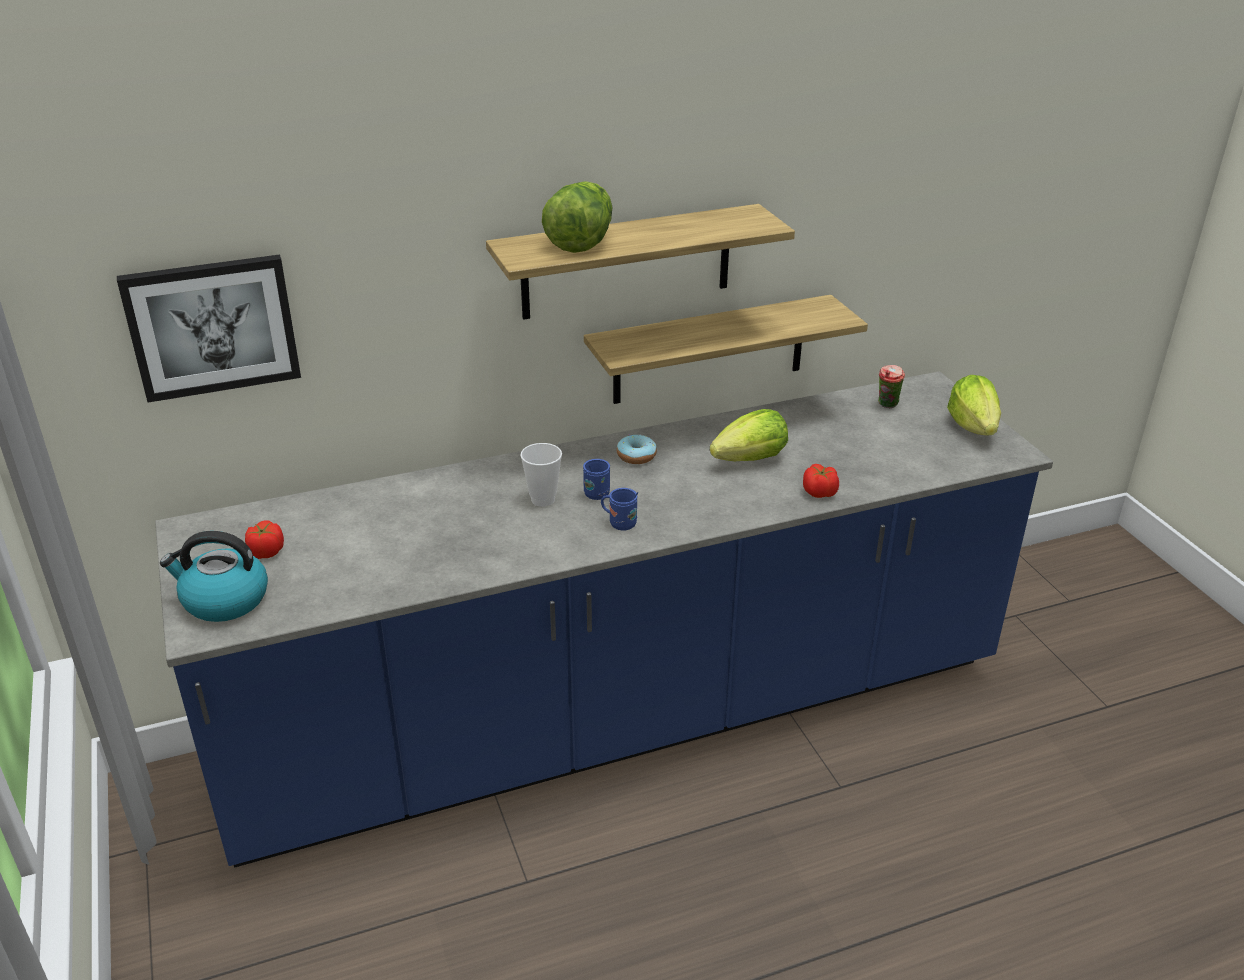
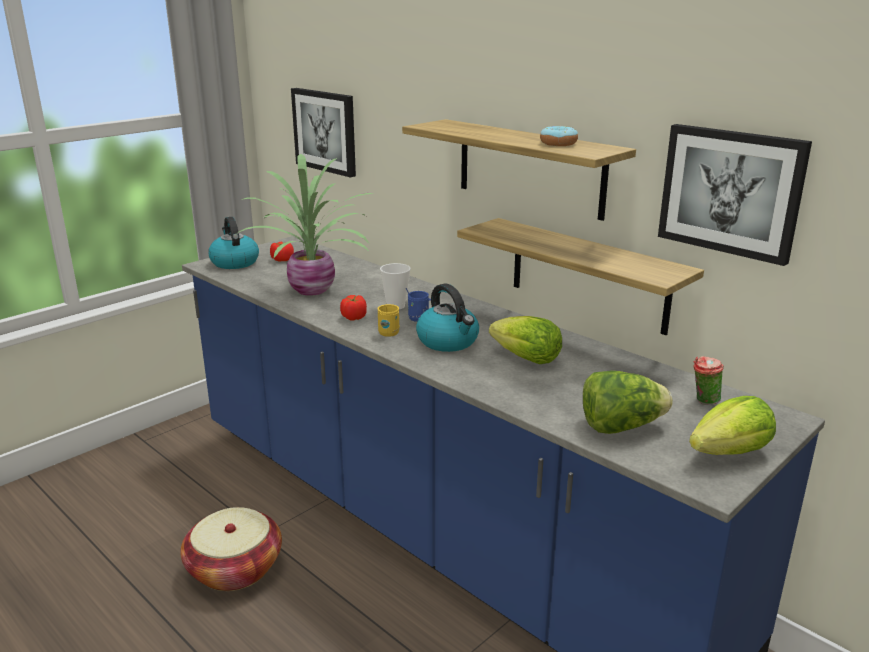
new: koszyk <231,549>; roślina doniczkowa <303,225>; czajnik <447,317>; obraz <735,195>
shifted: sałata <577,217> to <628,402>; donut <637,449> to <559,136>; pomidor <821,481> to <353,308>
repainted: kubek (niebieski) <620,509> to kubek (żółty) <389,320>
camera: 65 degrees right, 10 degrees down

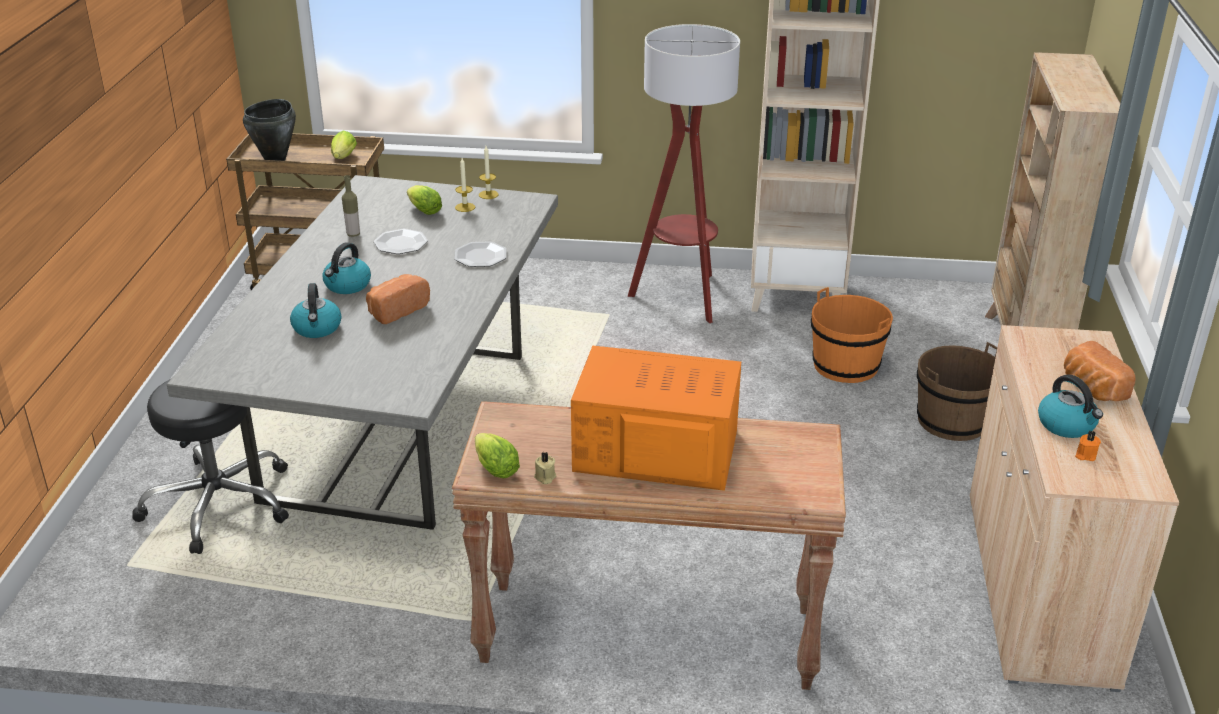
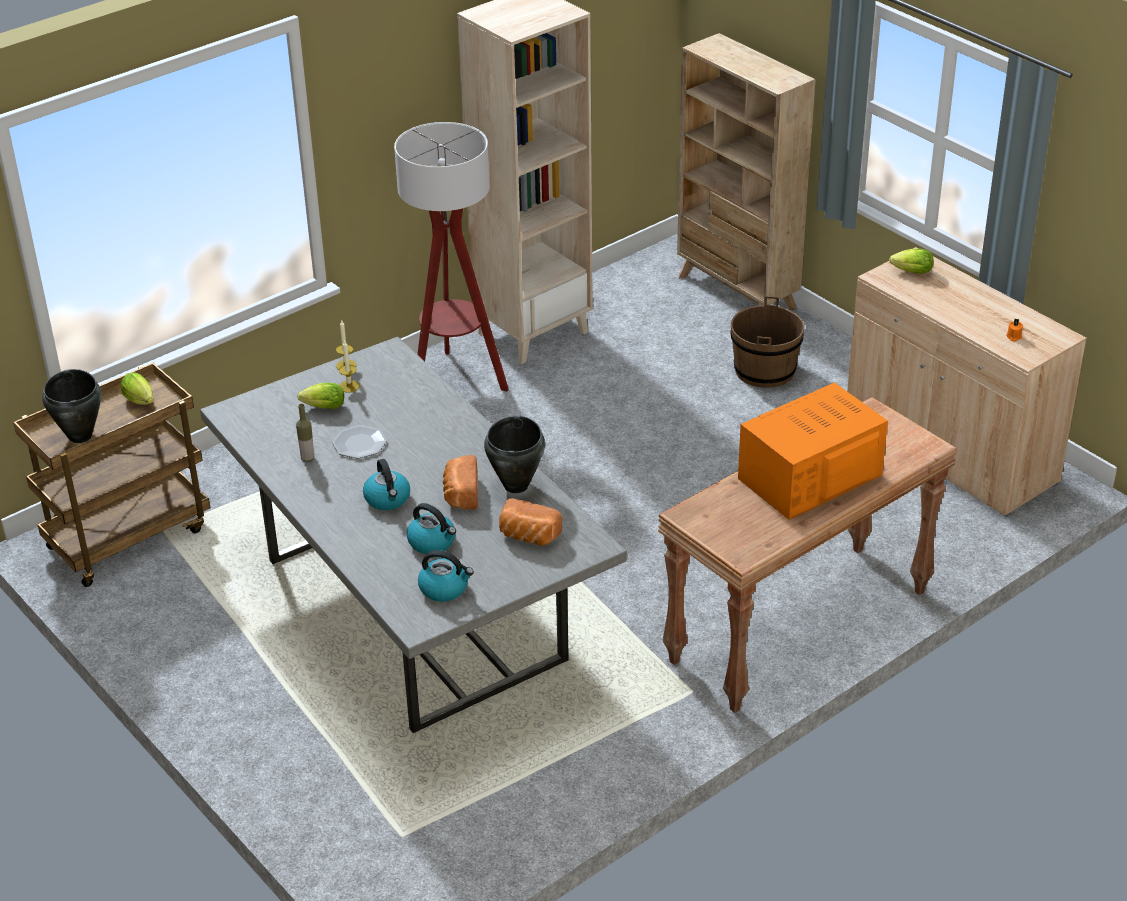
gone: stołek (czarny) <210,466>; talerz <480,254>; świeca (beżowy) <545,468>; wiadro (pomarańczowy) <852,335>
new: garnek (czarny) <514,454>
shifted: sałata <497,455> to <911,261>; czajnik <1070,406> to <446,576>; chleb <1100,371> to <531,522>
camera: 45 degrees left, 5 degrees up

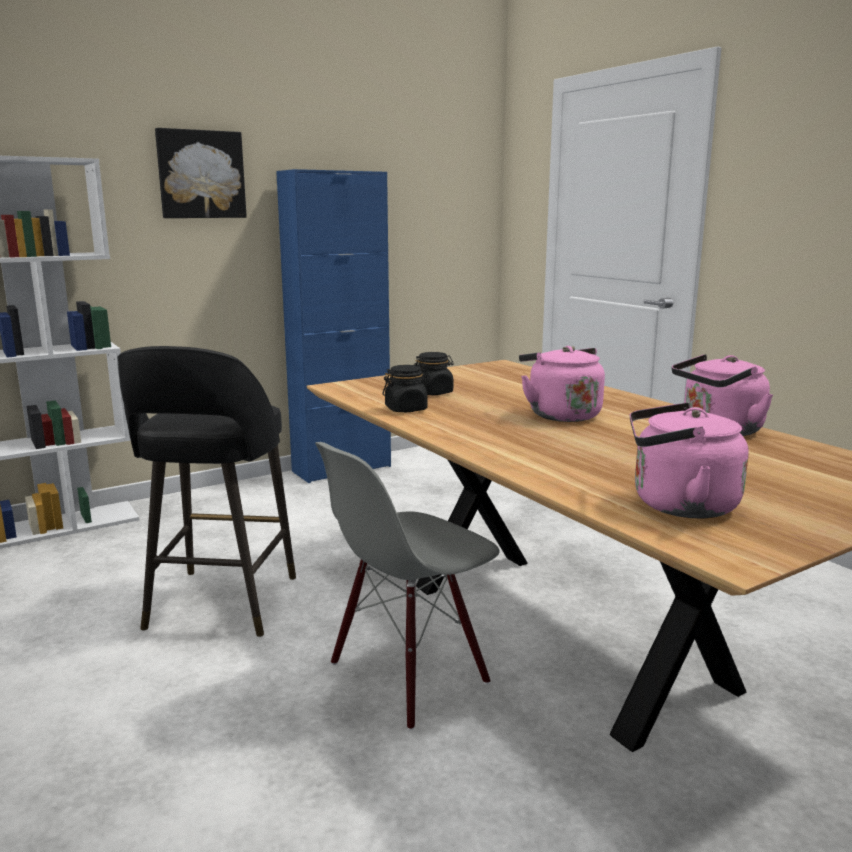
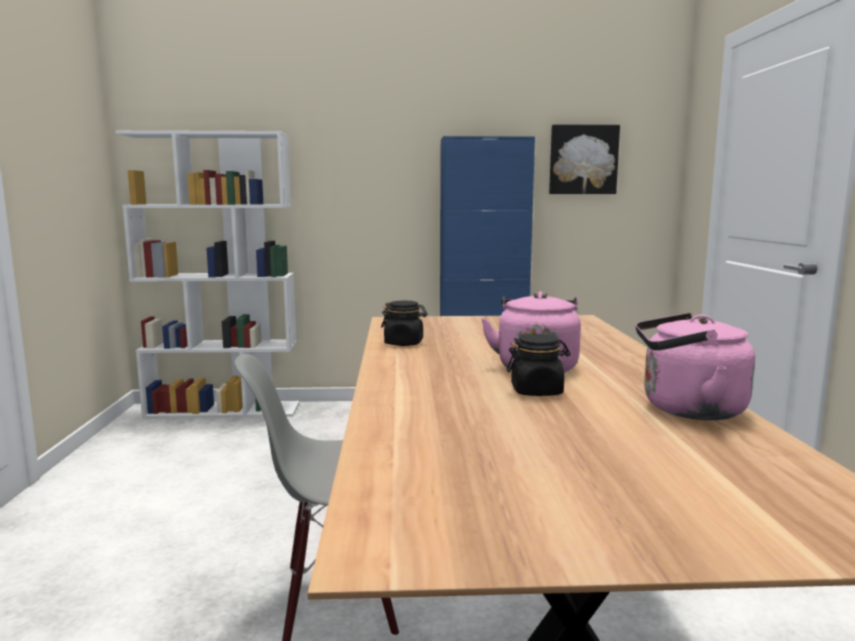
gone: stołek (czarny) <206,491>; czajnik (różowy) <689,461>
shifted: obraz <201,173> to <584,159>; słoik (czarny) <434,373> to <538,365>
camera: 30 degrees right, 5 degrees down

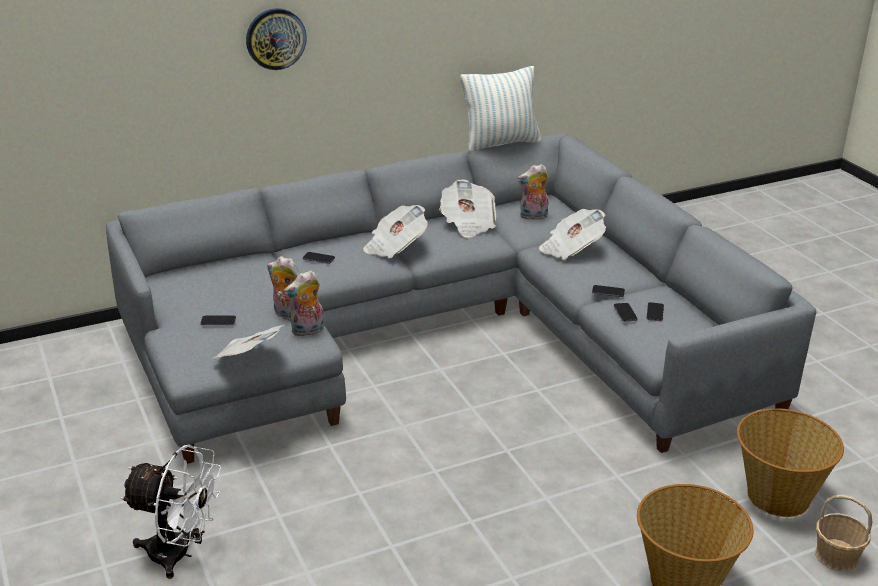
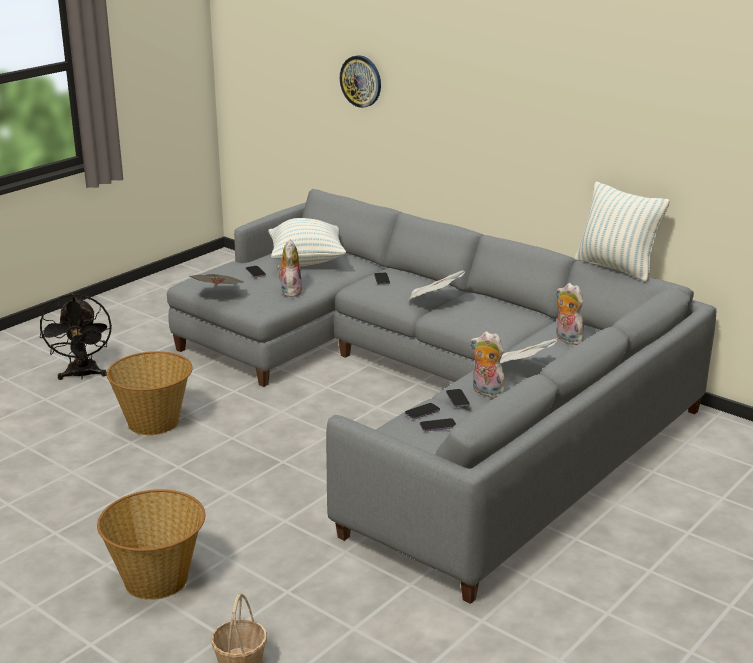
gone: gazeta <468,208>
new: poduszka <307,242>
shifted: zegar ścienny <276,39> to <360,81>; pluszak <304,303> to <487,365>; koszyk <790,462> to <149,393>
repainted: wentylator (biały) <171,512> to wentylator (czarny) <76,337>
camera: 65 degrees right, 5 degrees down

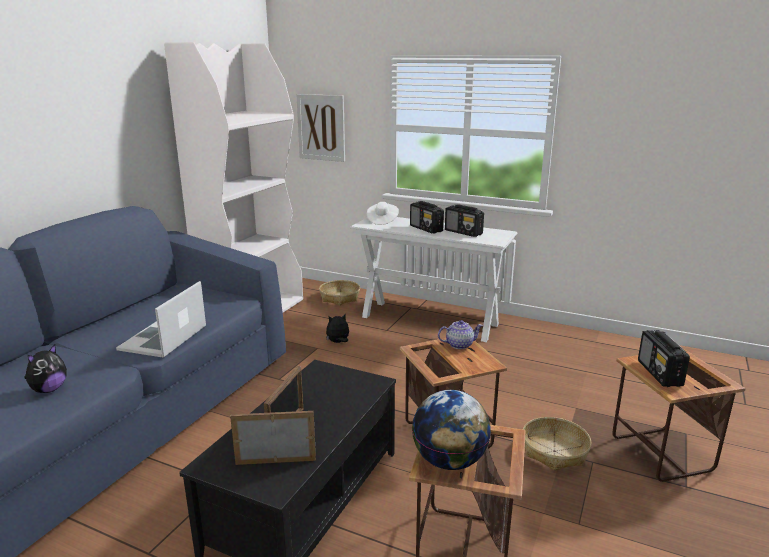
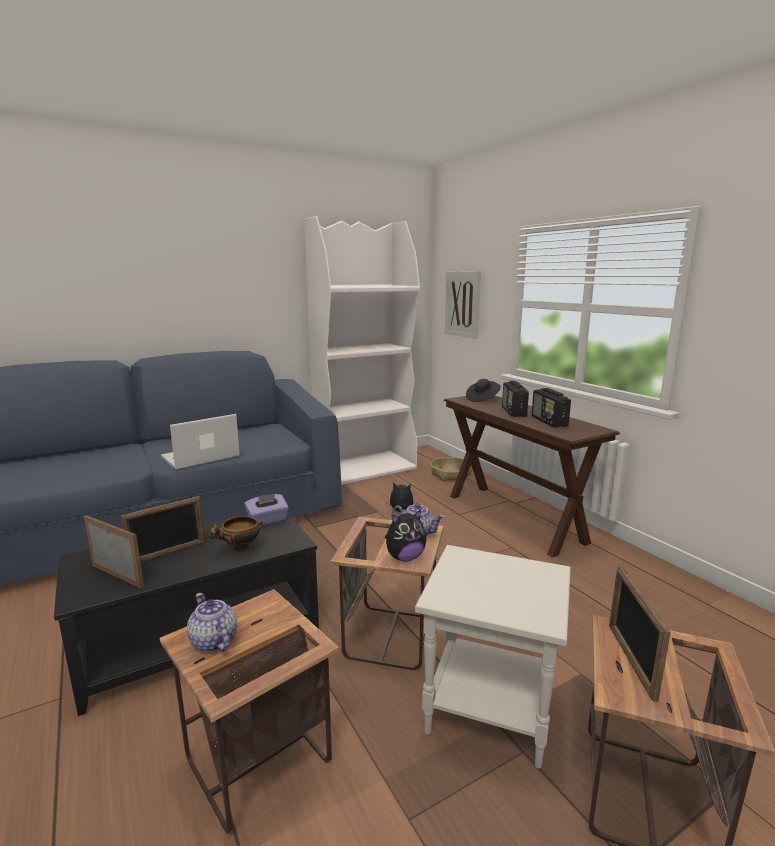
new: miska <235,534>; pudełko chusteczek (fioletowy) <266,509>
shifted: pluszak <45,368> to <406,535>
swapped: globus <451,430> to imbryk <212,622>; koszyk <557,444> to stolik (biały) <493,657>; radio <664,358> to ramka na zdjęcie <640,634>
repainted: stolik konsolowy (biały) <434,279> to stolik konsolowy (brązowy) <532,477>; kapelusz (biały) <383,213> to kapelusz (czarny) <483,390>
camera: 35 degrees right, 5 degrees down

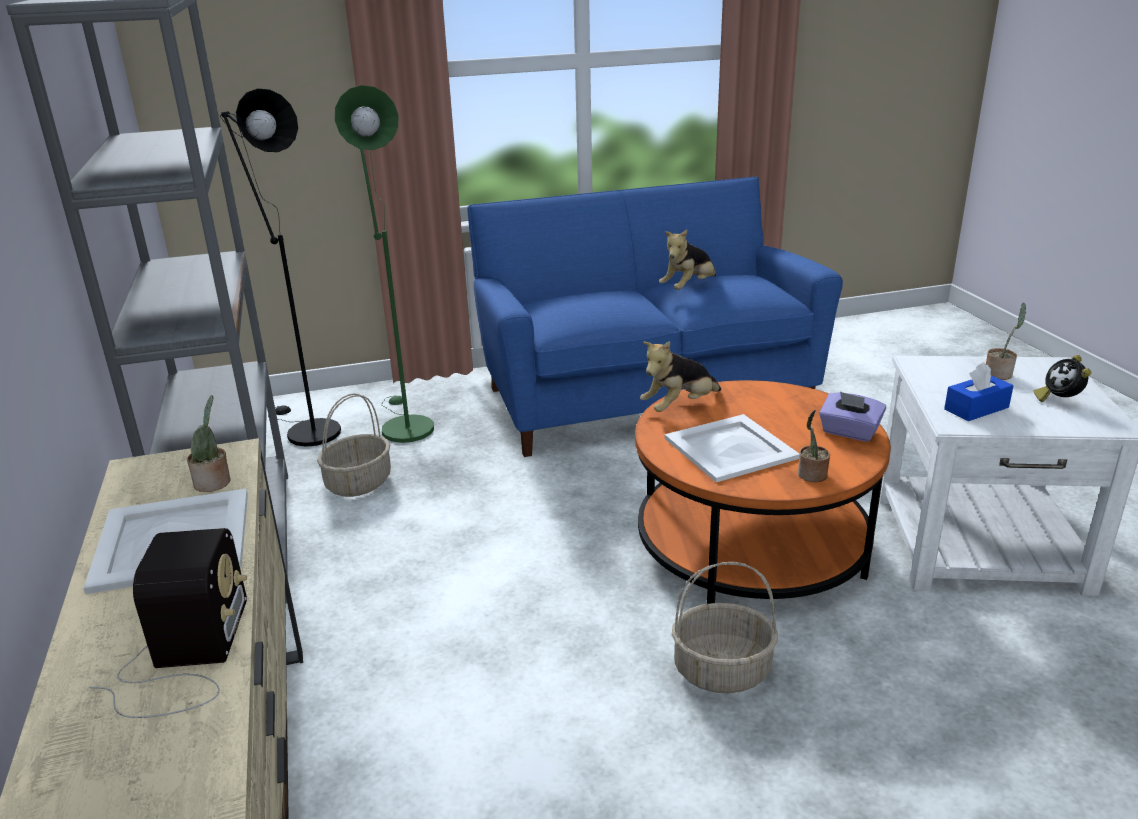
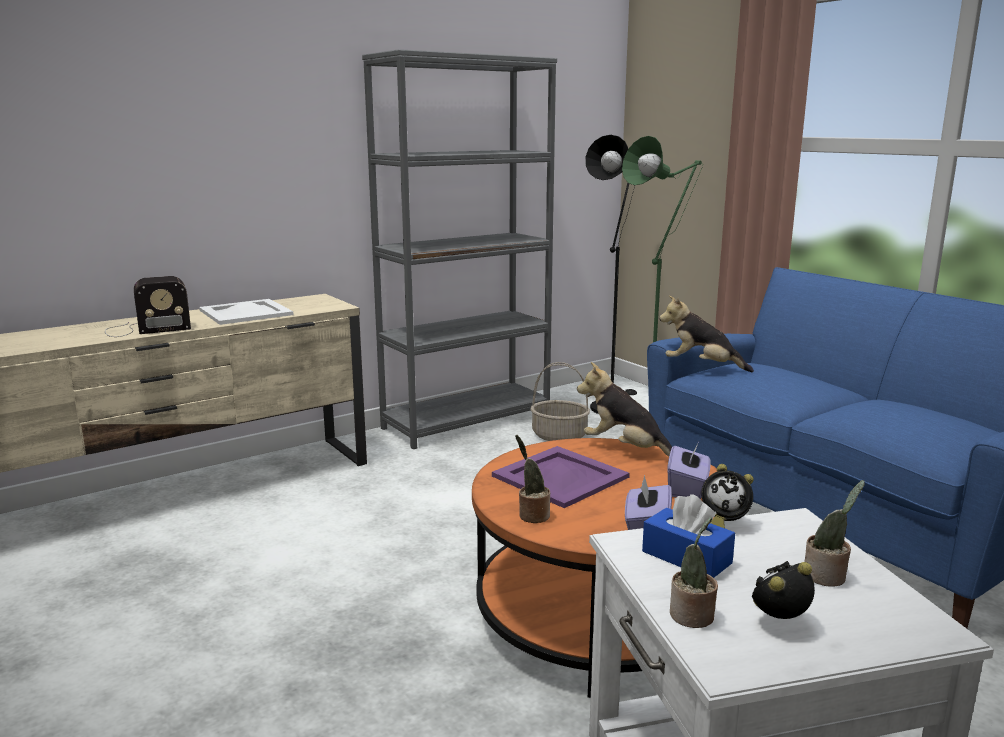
gone: koszyk <725,628>
new: pudełko chusteczek (fioletowy) <689,471>; budzik <727,496>
shifted: roślina doniczkowa <208,443> to <694,572>; pluszak <687,260> to <706,333>
repainted: taca (biały) <732,448> to taca (fioletowy) <561,477>
camera: 70 degrees right, 10 degrees down

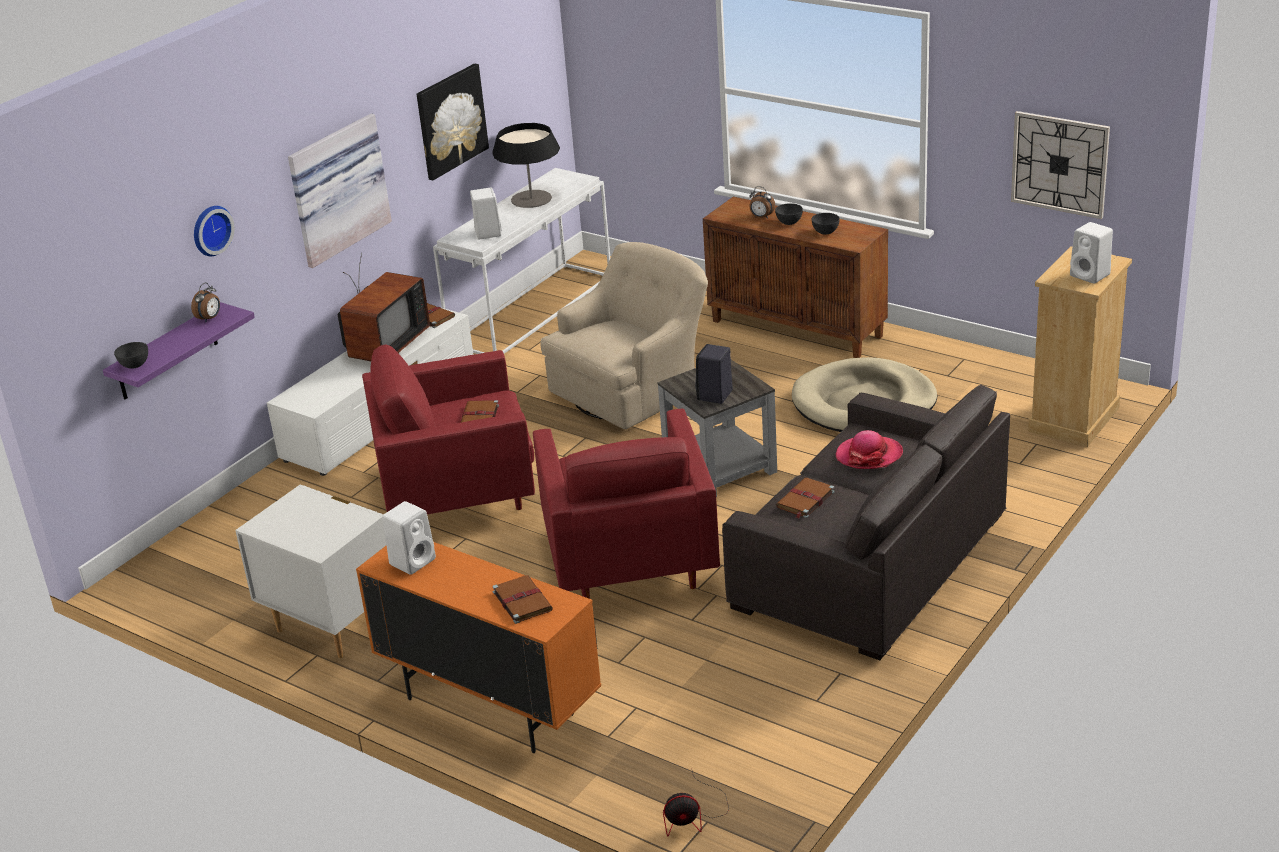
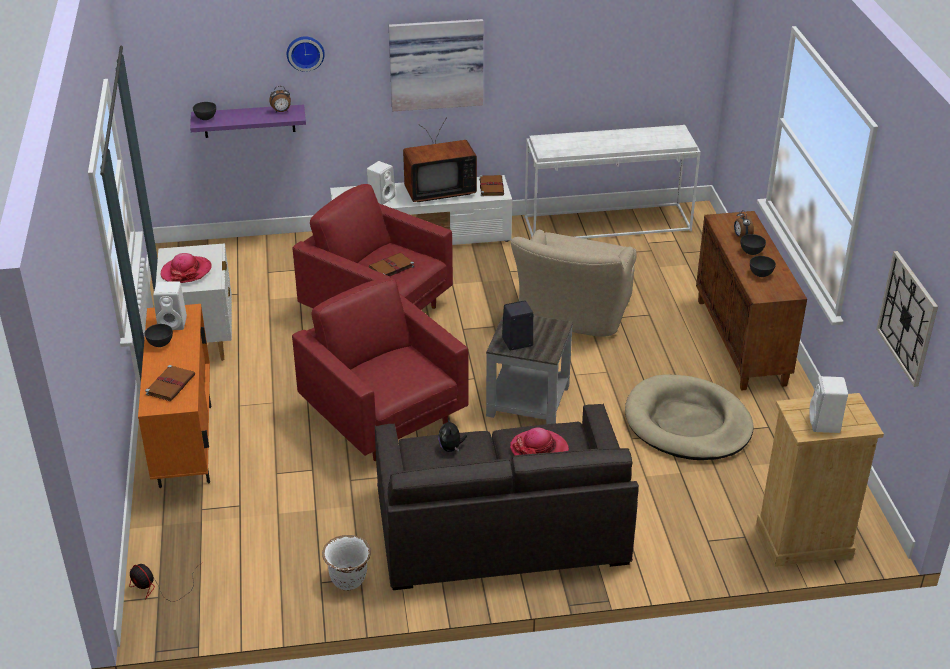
gone: obraz <453,122>; lampa stołowa <526,165>
new: miska (szary) <159,335>; kapelusz <186,268>; donica (biały) <346,563>
shifted: głośnik (biały) <485,213> to <381,183>
swapped: książka (brązowy) <805,498> to pluszak <452,434>
rotated: fotel (czerwony) <626,504> = <380,369> 105 degrees clockwise; fotel (beżowy) <624,335> = <573,283> 105 degrees clockwise
camera: 45 degrees right, 5 degrees up

